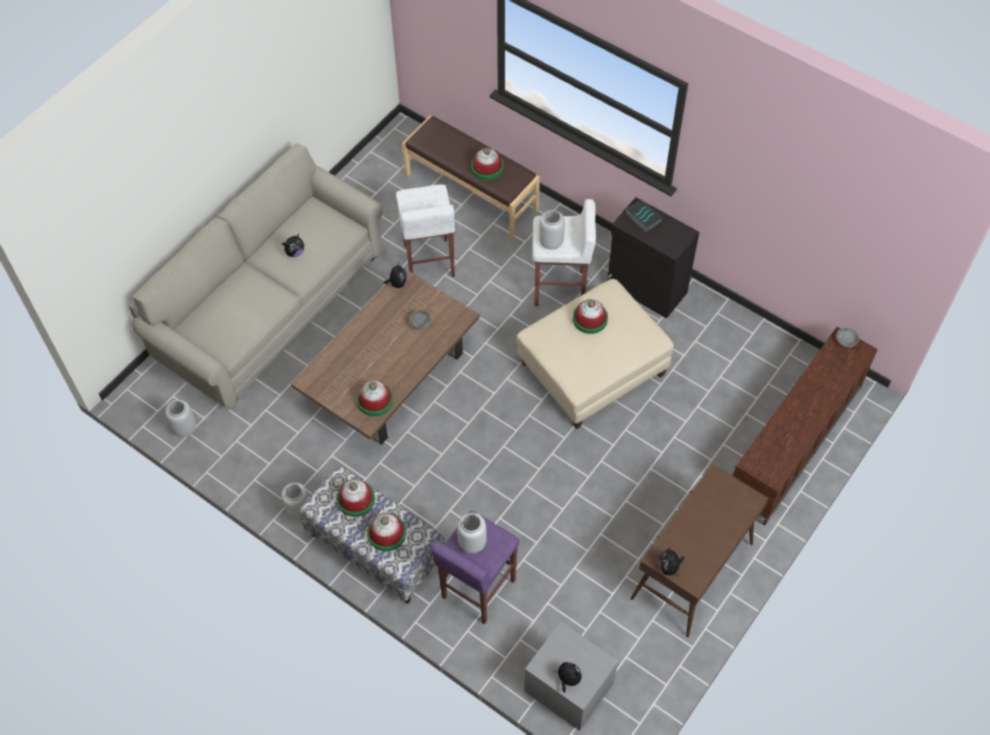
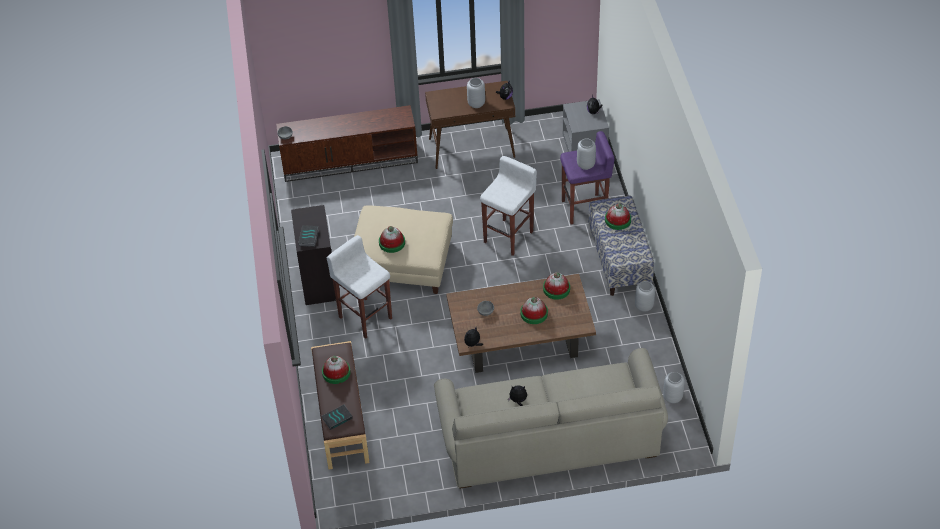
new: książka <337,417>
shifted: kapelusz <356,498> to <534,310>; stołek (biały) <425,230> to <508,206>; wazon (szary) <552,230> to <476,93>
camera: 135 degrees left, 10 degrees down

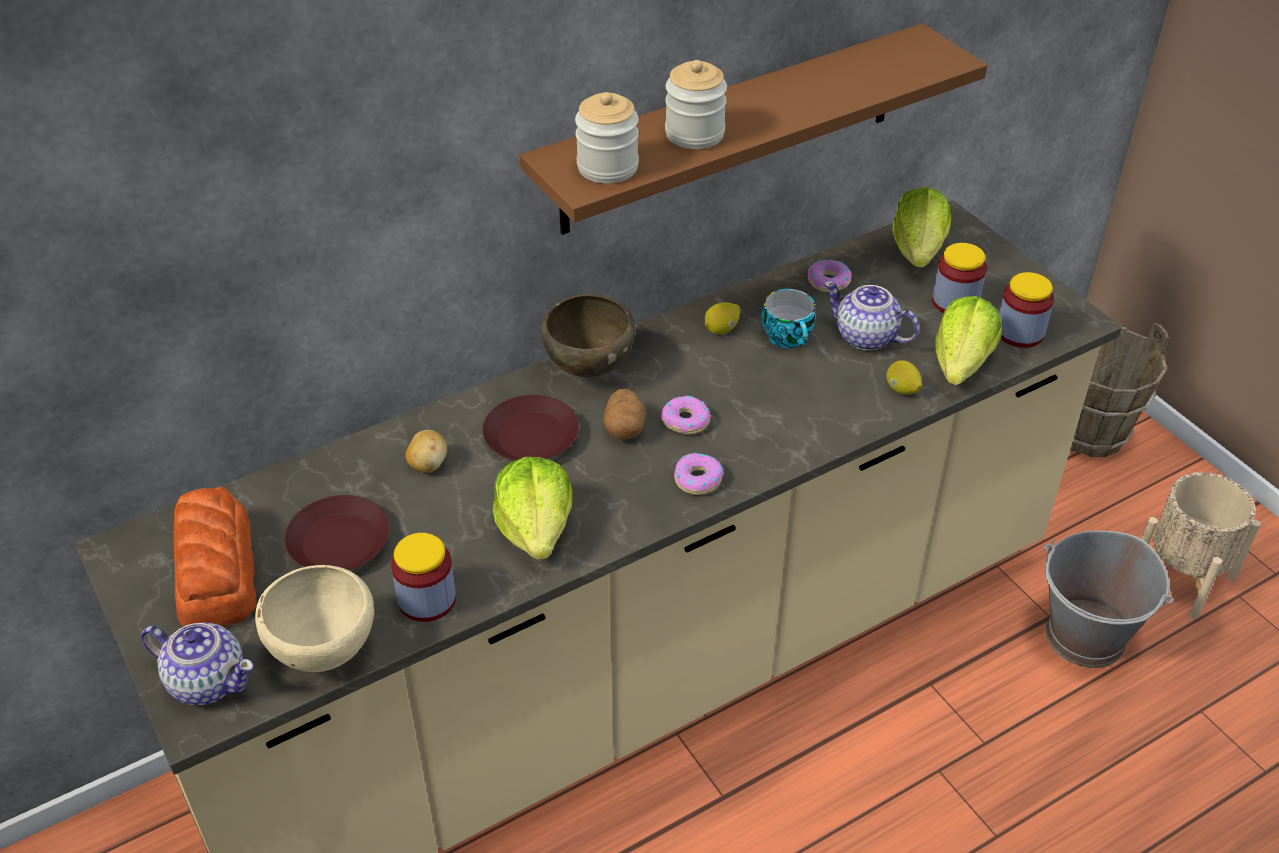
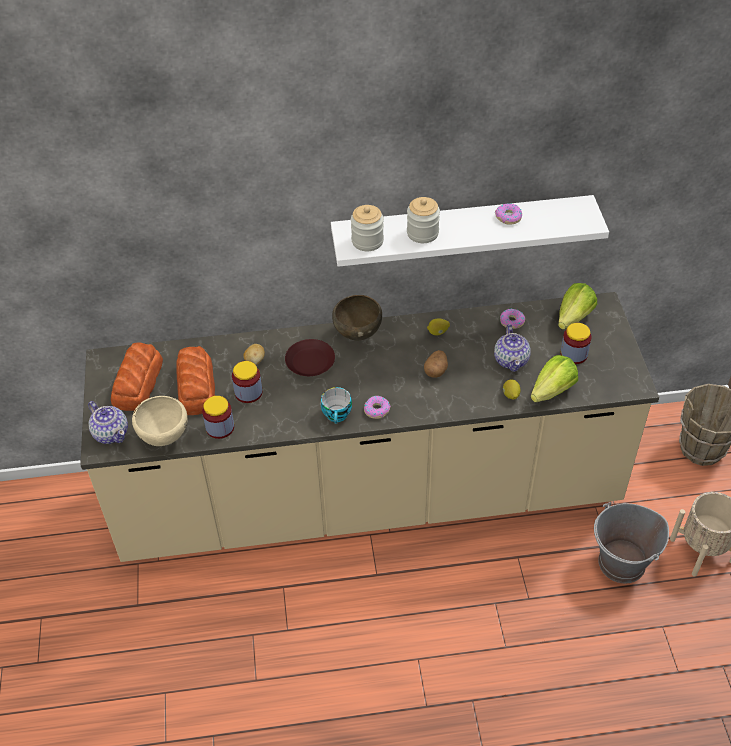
gone: sałata <533,508>
shifted: ziemniak <624,414> to <436,364>; donut <686,415> to <508,214>; filiżanka <789,318> to <336,405>; słoik <1026,310> to <247,382>
swapped: talerz (brązowy) <336,532> to chleb <195,380>
repainted: półka (brązowy) <753,129> to półka (biały) <470,231>
rotated: imbryk <872,315> = <512,348> 150 degrees counterclockwise
camera: 25 degrees right, 5 degrees up

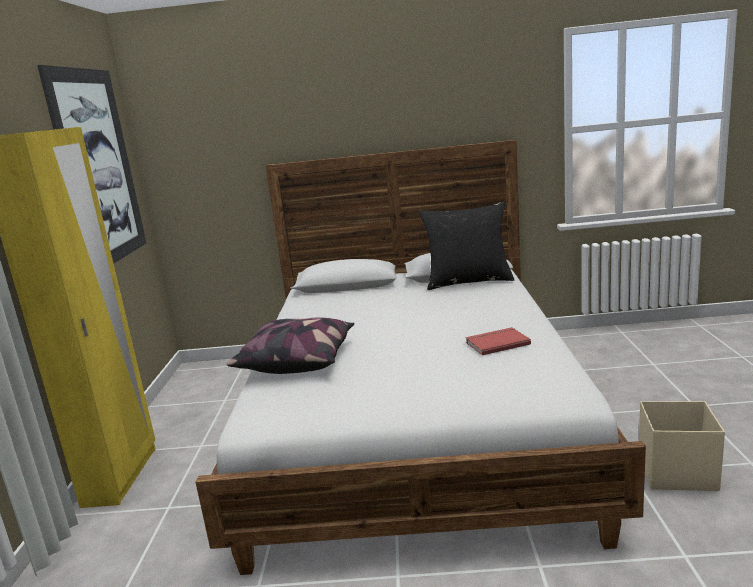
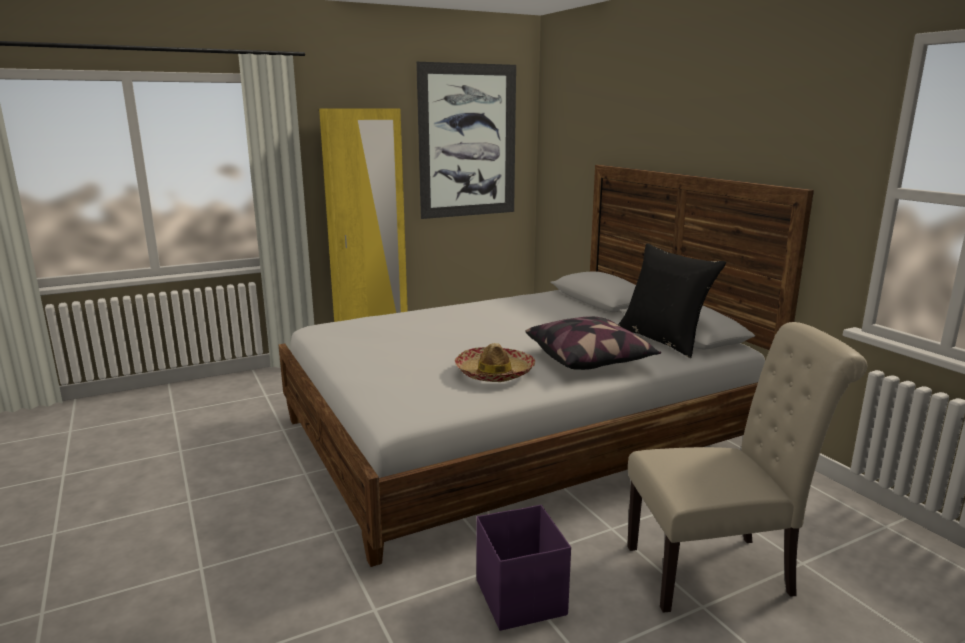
new: krzesło (beżowy) <747,467>
shifted: poduszka <291,345> to <593,343>
swapped: książka (czerwony) <498,341> to kapelusz <495,362>
repainted: pojemnik do przechowywania (beżowy) <682,446> to pojemnik do przechowywania (fioletowy) <523,568>
camera: 60 degrees right, 0 degrees up

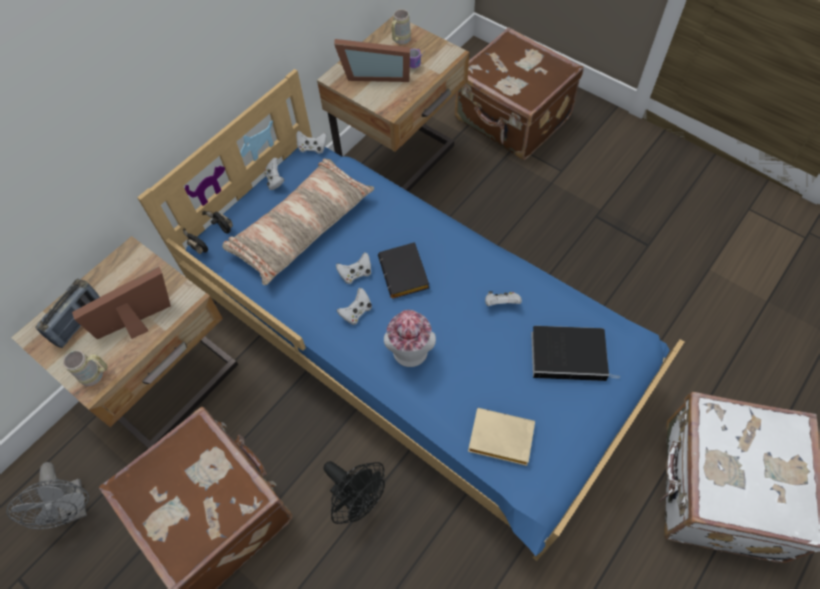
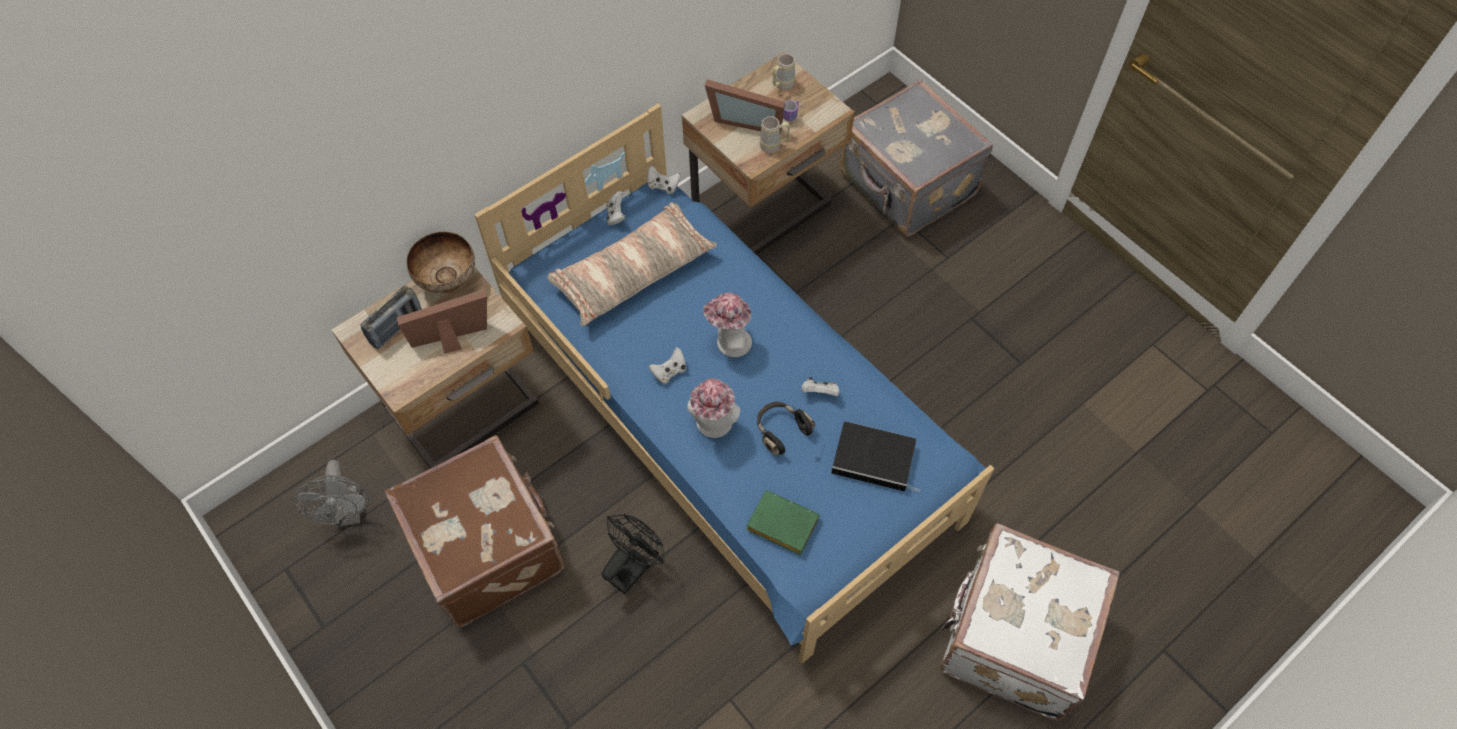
gone: pad do gier (biały) <353,268>
new: miska <440,262>
shifted: kubek (beżowy) <85,368> to <775,134>; słuchawki (czarny) <208,232> to <786,429>
swapped: książka (czarny) <404,270> to kapelusz <727,325>
repainted: walizka (brązowy) <519,93> to walizka (szary) <916,158>; książka (beżowy) <501,437> to książka (zielony) <783,522>
rotated: wentylator (czarny) <354,492> = <633,554> 105 degrees counterclockwise
camera: 10 degrees right, 0 degrees up

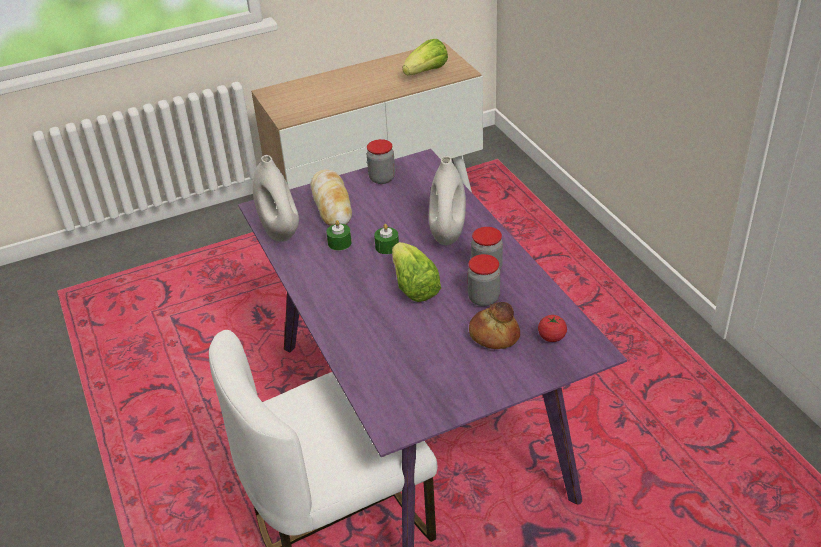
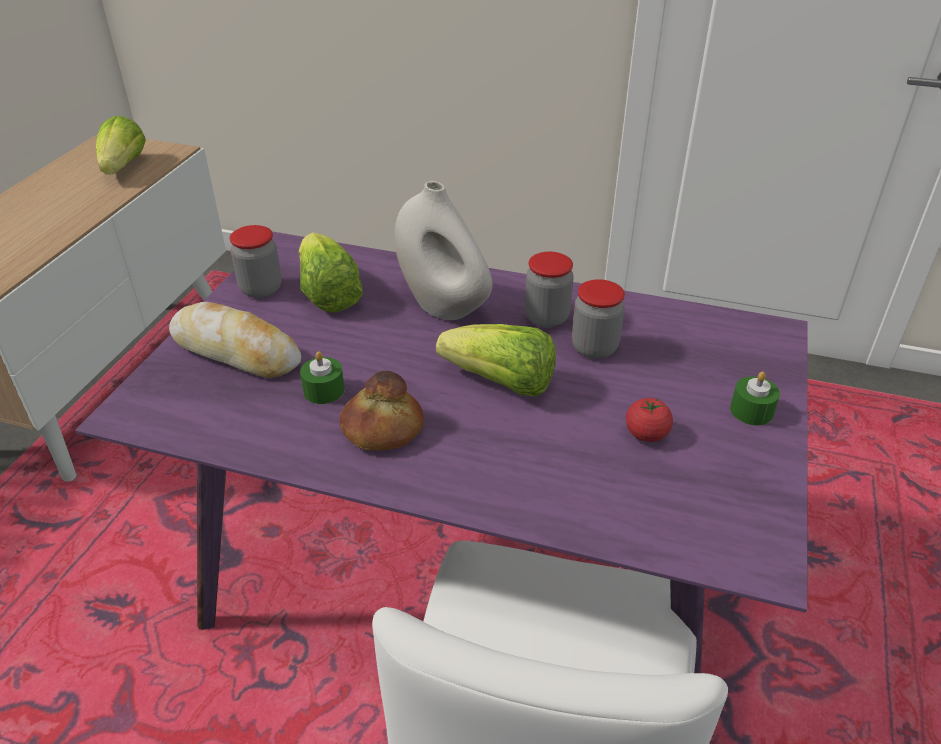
gone: wazon (biały) <276,198>
new: sałata <331,272>
shifted: świeca (zielony) <386,239> to <755,398>; chleb <494,325> to <381,411>; pomidor <552,328> to <649,420>
camera: 50 degrees left, 0 degrees up

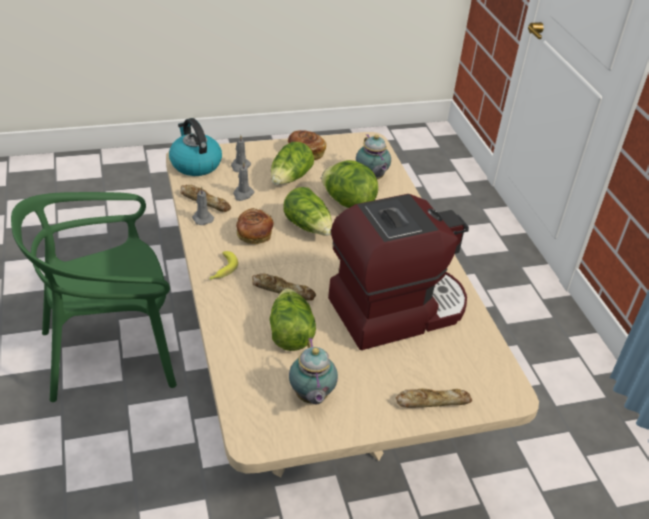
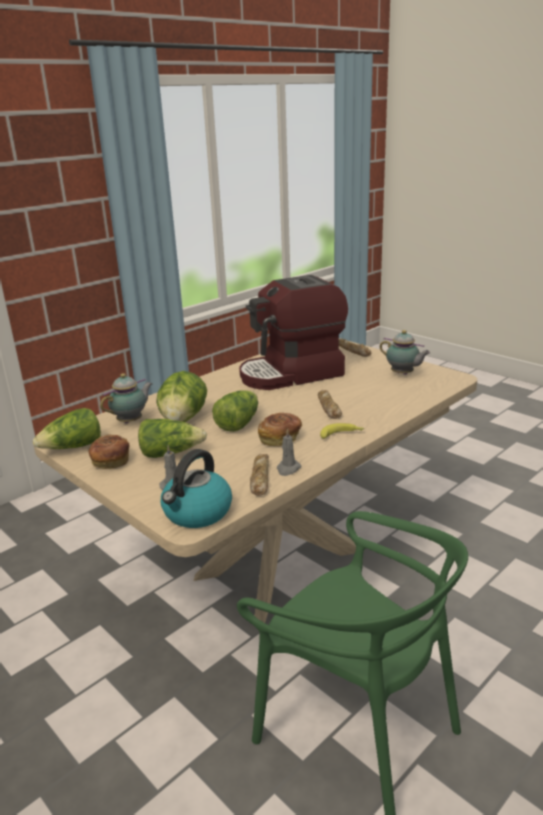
gone: świeca (szary) <243,181>
shifted: sałata <293,319> to <67,428>
rotated: imbryk <313,371> = <405,352> 75 degrees clockwise; ekspres do kawy <398,272> = <293,332> 60 degrees counterclockwise
camera: 115 degrees left, 15 degrees down

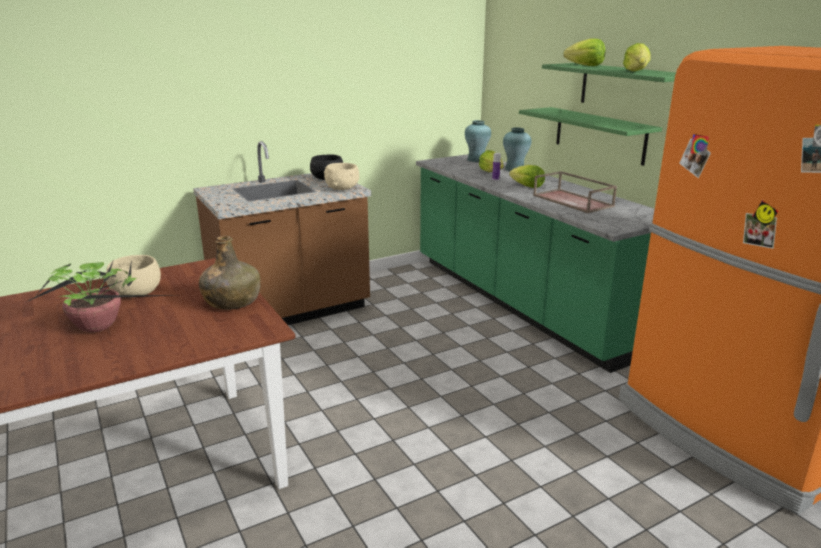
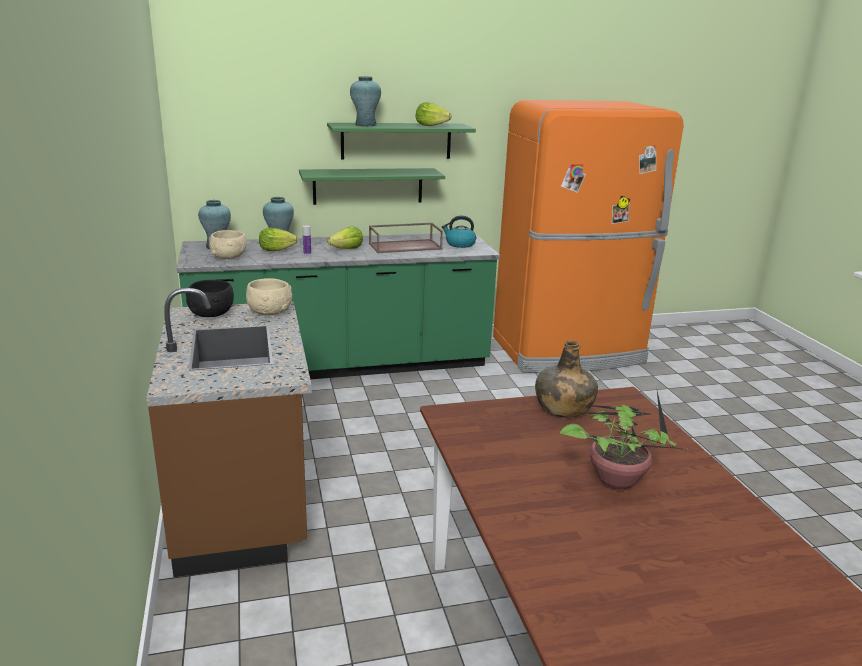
new: czajnik <459,232>
shifted: miska (beżowy) <133,275> to <228,244>
swapped: sałata <584,52> to wazon (turkusowy) <365,101>
camera: 75 degrees left, 0 degrees up

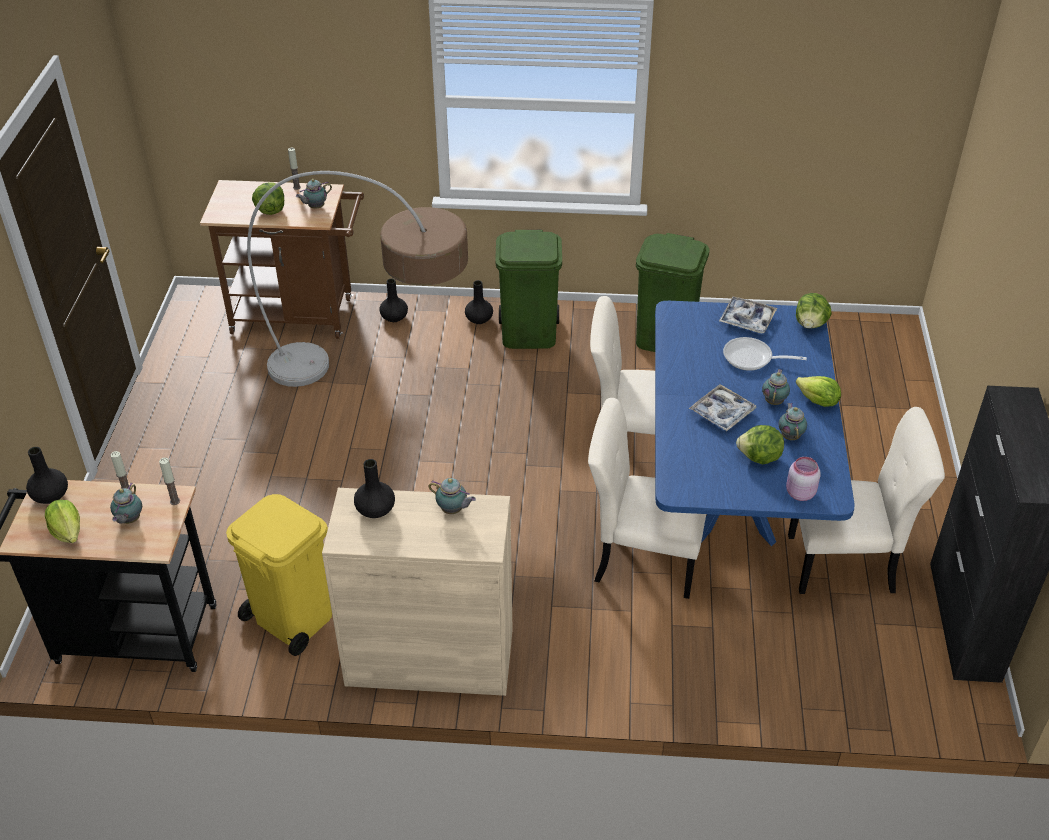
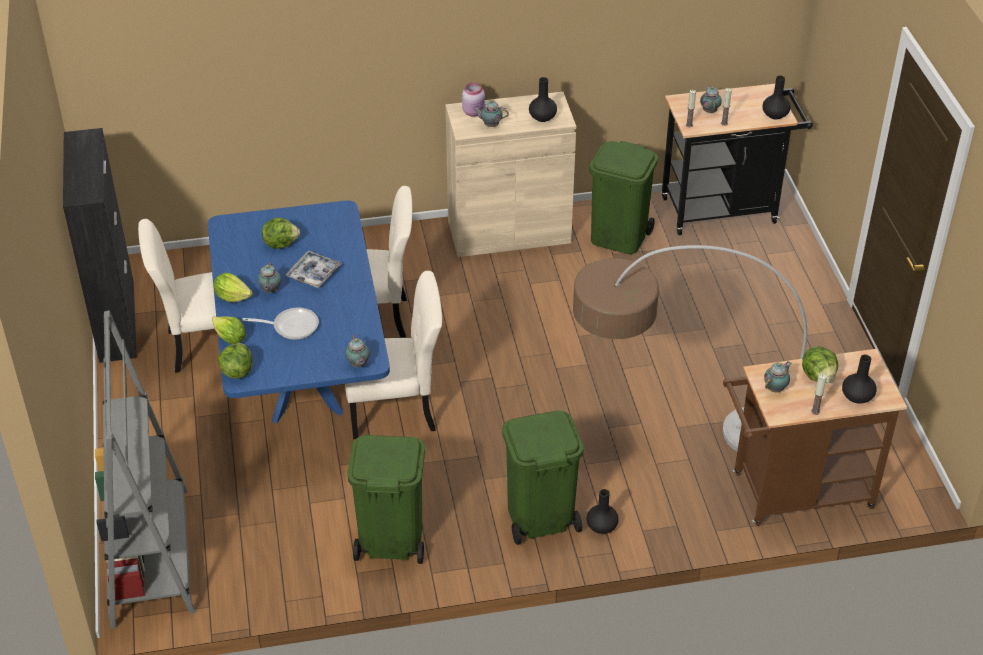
gone: taca <748,315>
new: regał (szary) <145,469>
shifted: sałata <62,521> to <229,330>; wazon (czarny) <393,300> to <859,379>; imbryk <793,421> to <357,351>; słoik (różowy) <803,479> to <473,100>
repainted: kosz na śmieci (żółty) <279,575> to kosz na śmieci (zielony) <623,197>
camera: 165 degrees right, 0 degrees up

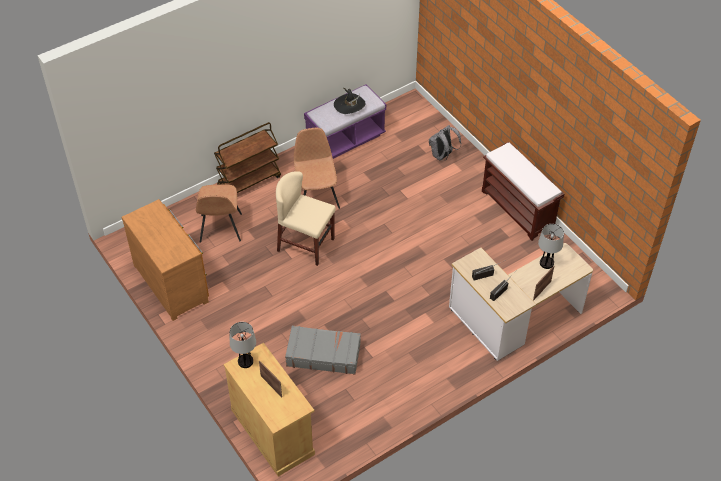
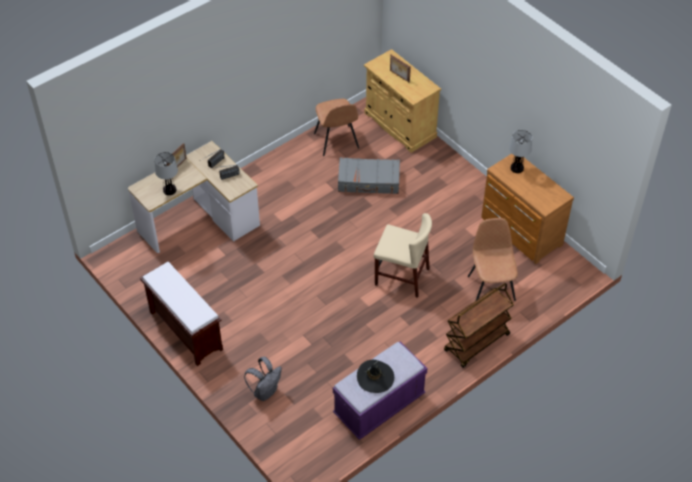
shifted: lampa stołowa <243,345> to <520,151>; krzesło (brązowy) <317,168> to <336,127>
camera: 175 degrees right, 0 degrees up

